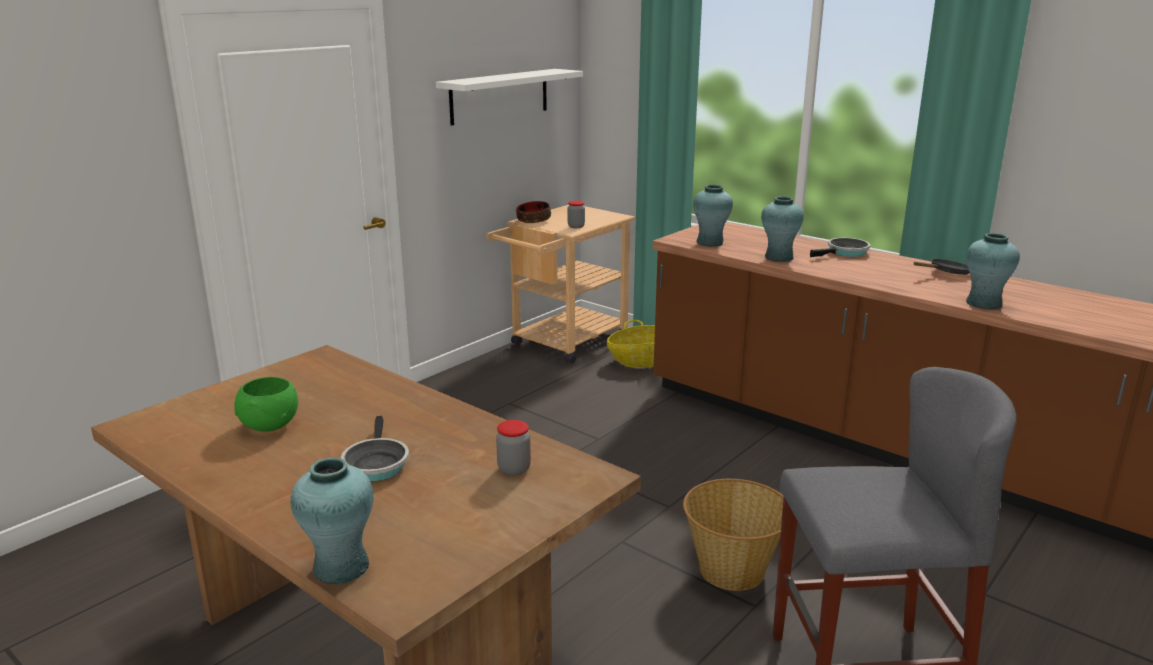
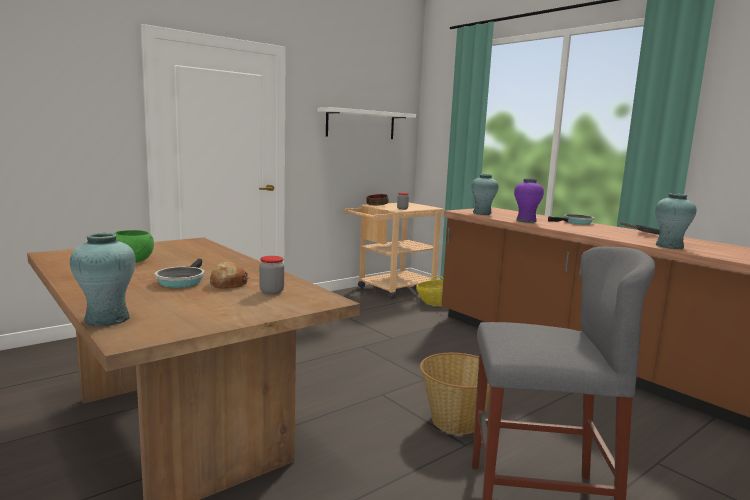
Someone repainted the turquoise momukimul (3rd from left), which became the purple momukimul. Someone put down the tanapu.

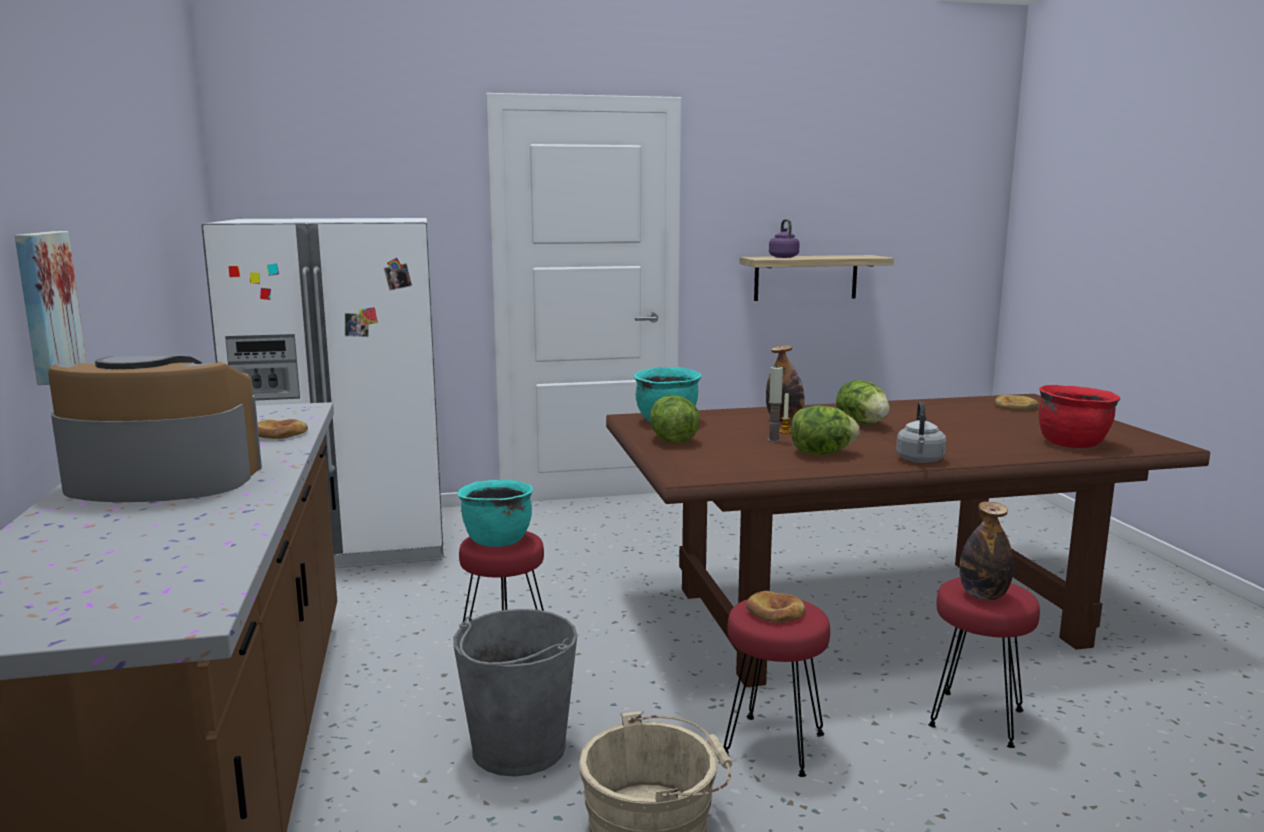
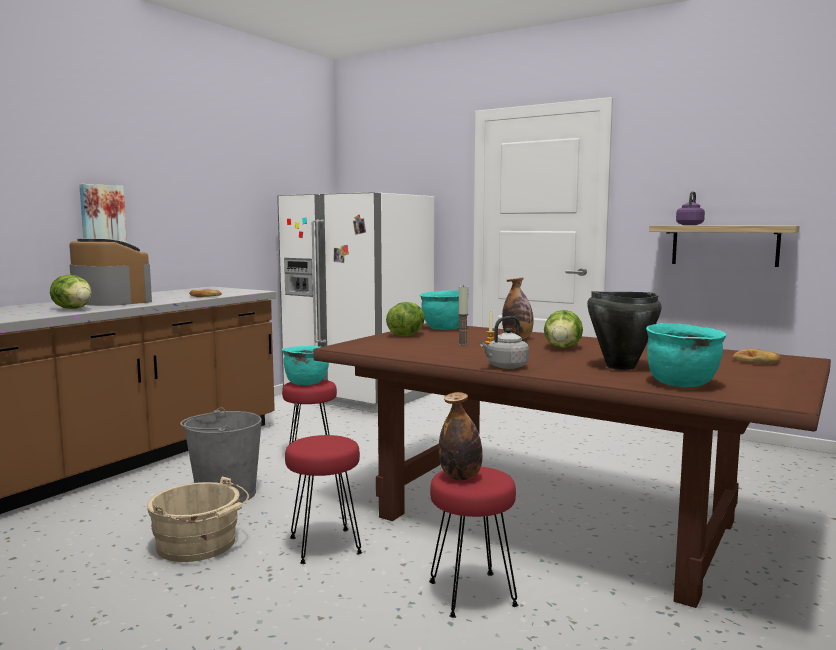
Someone repainted the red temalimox, which became the turquoise temalimox (3rd from left). Someone carried the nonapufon (2nd from left in the first image). Someone took away the tanapu (2nd from left). Someone put down the black temalimox.

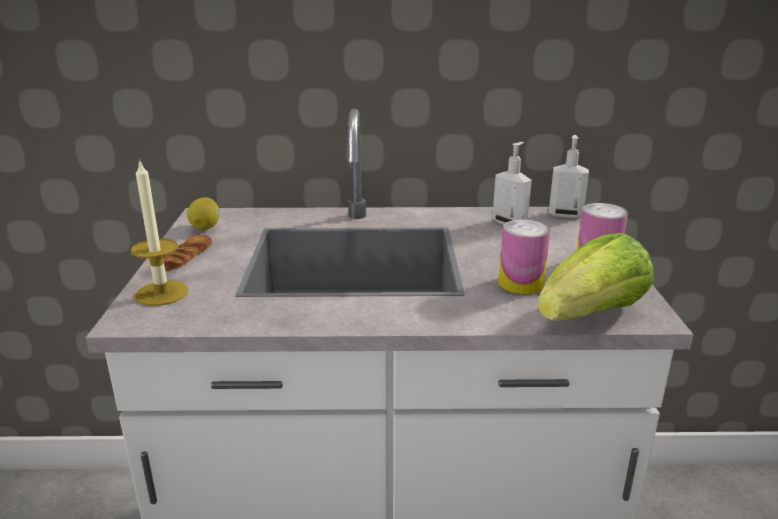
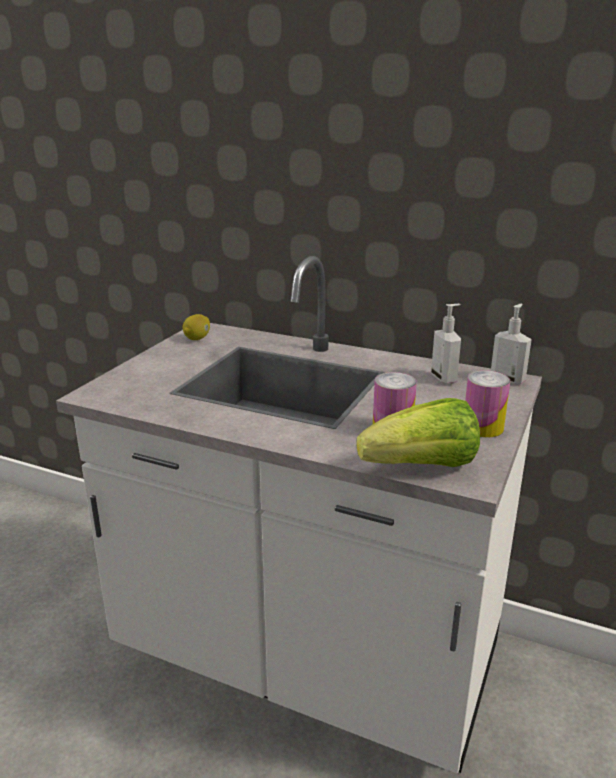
Someone took away the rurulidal. Someone took away the tanapu.

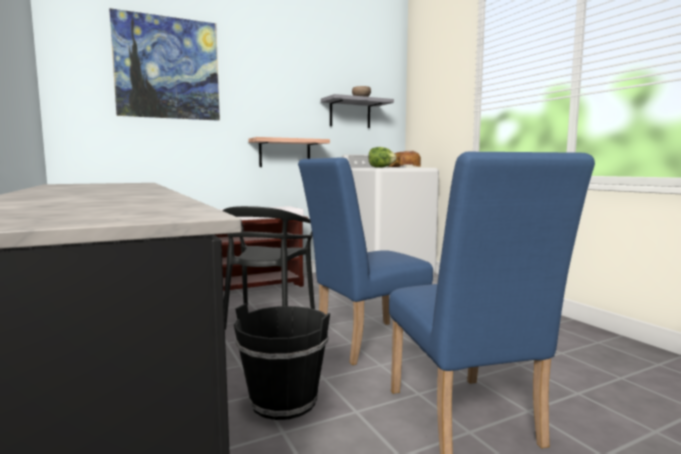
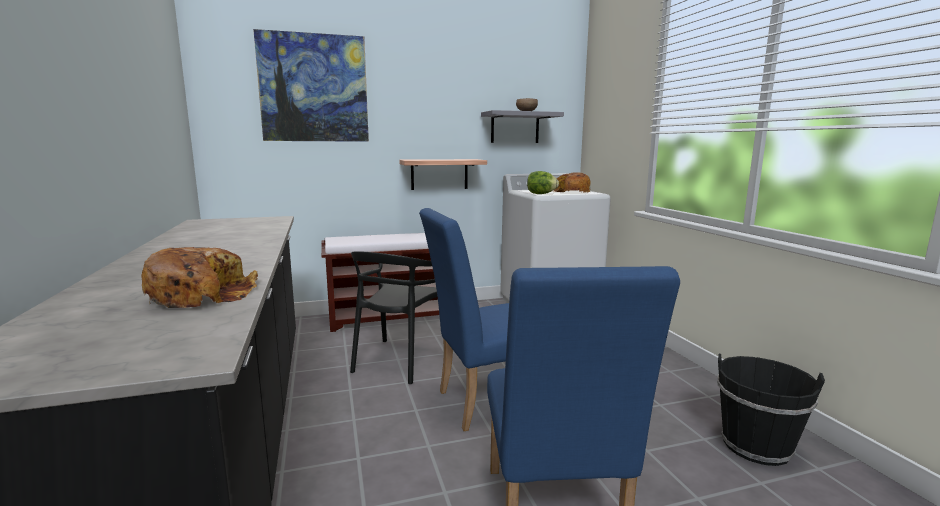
Someone carried the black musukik. Someone put down the tanapu (1st from left).

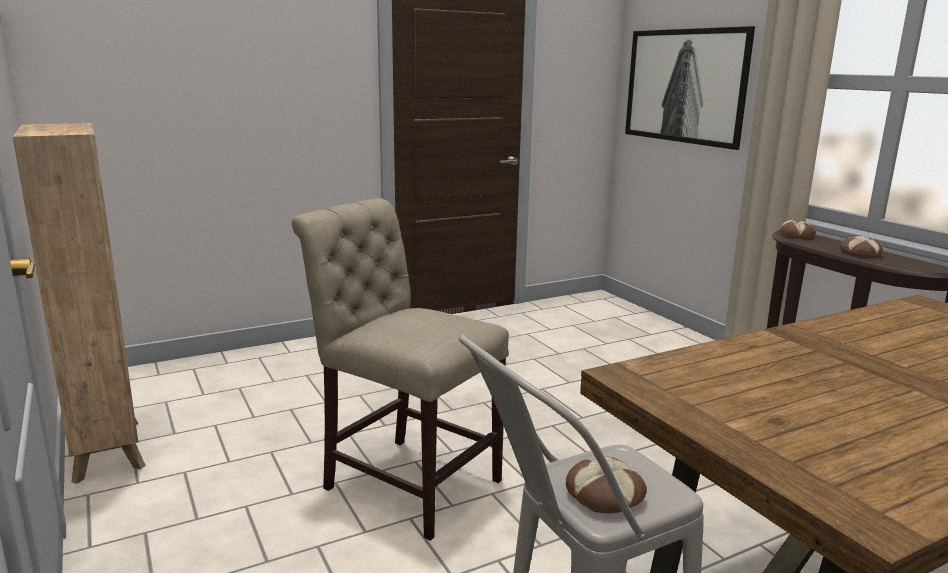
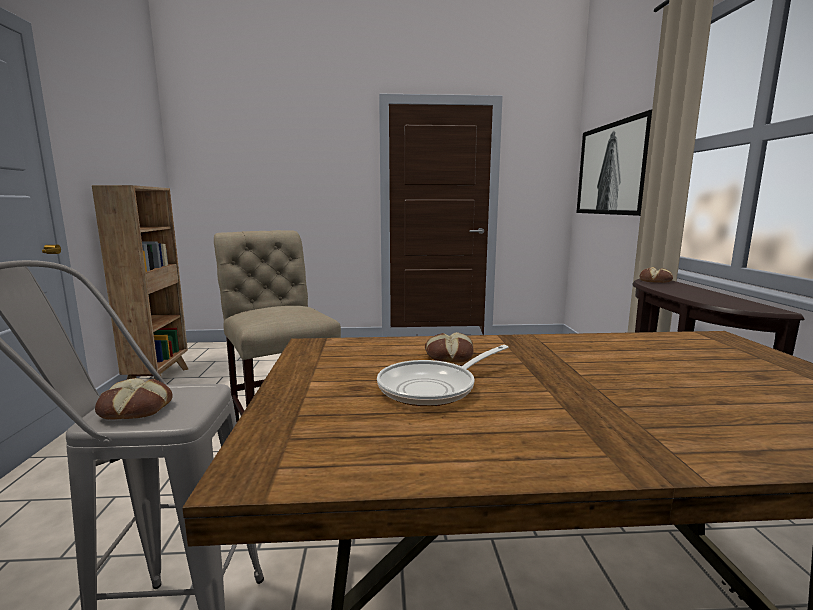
Someone carried the tanapu (3rd from left in the first image). Someone put down the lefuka.

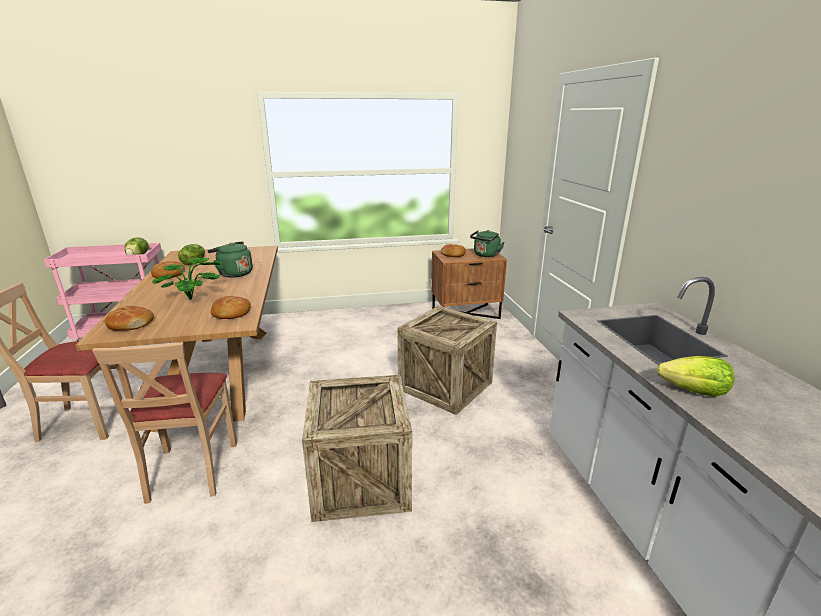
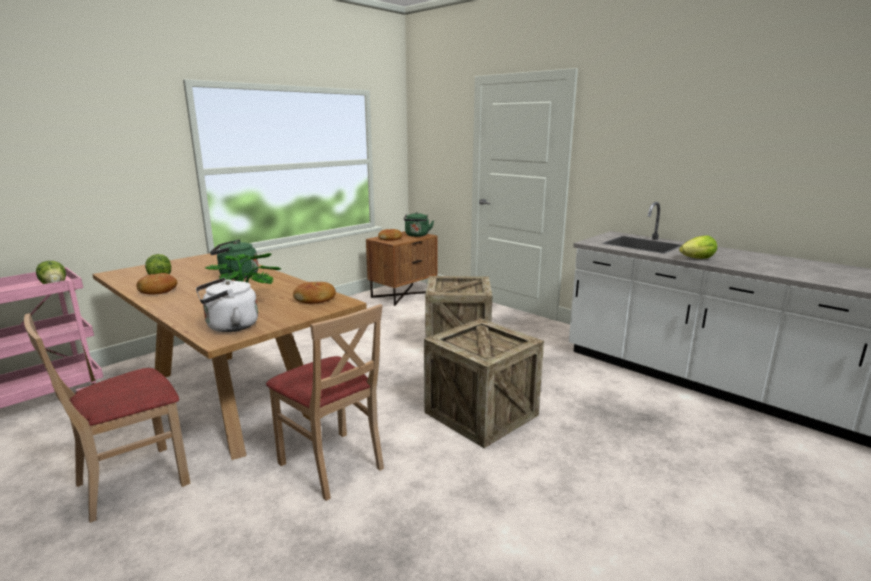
Someone swapped the tanapu (1st from left) for the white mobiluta.

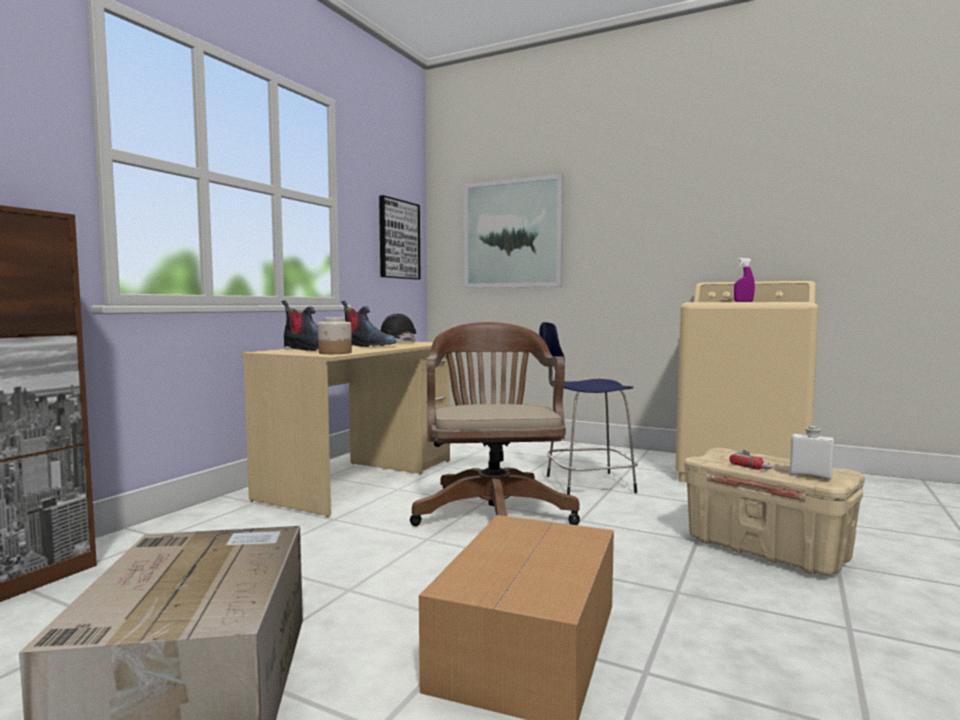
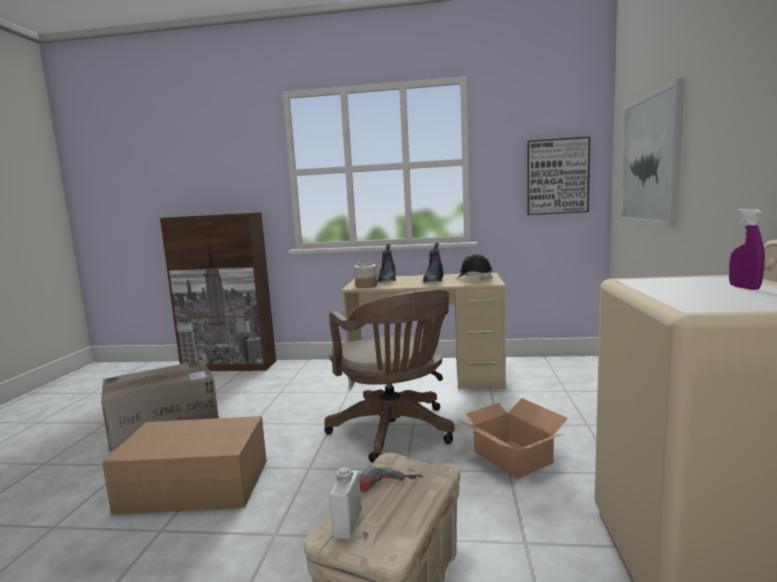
Someone rotated the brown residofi by 90 degrees clockwise. Someone swapped the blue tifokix for the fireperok (3rd from left).

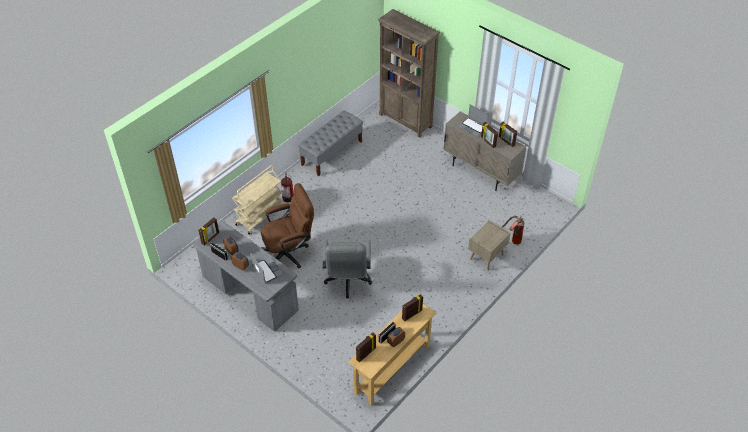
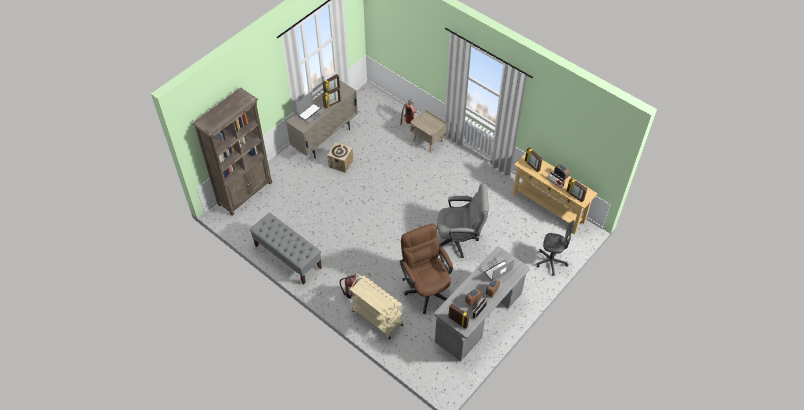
Someone put down the fireperok. Someone put down the grey residofi (2nd from left).

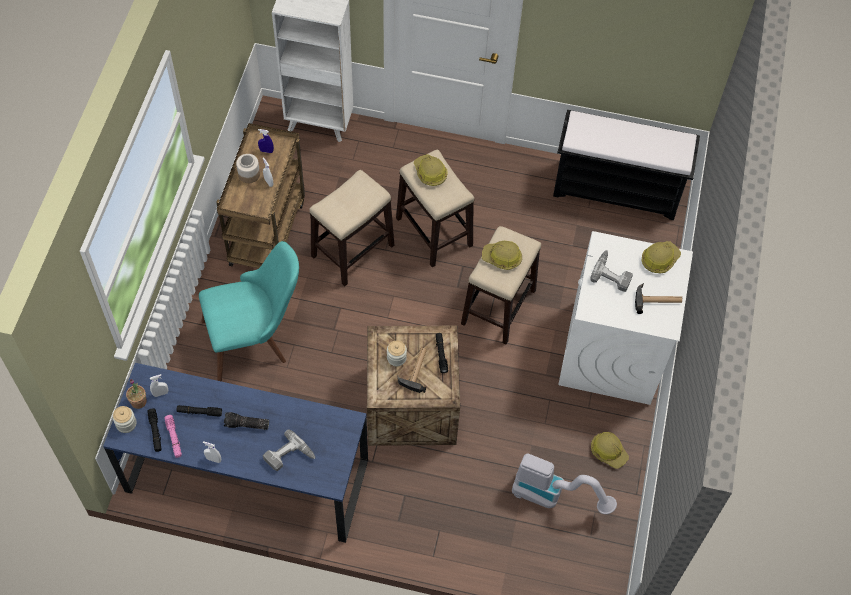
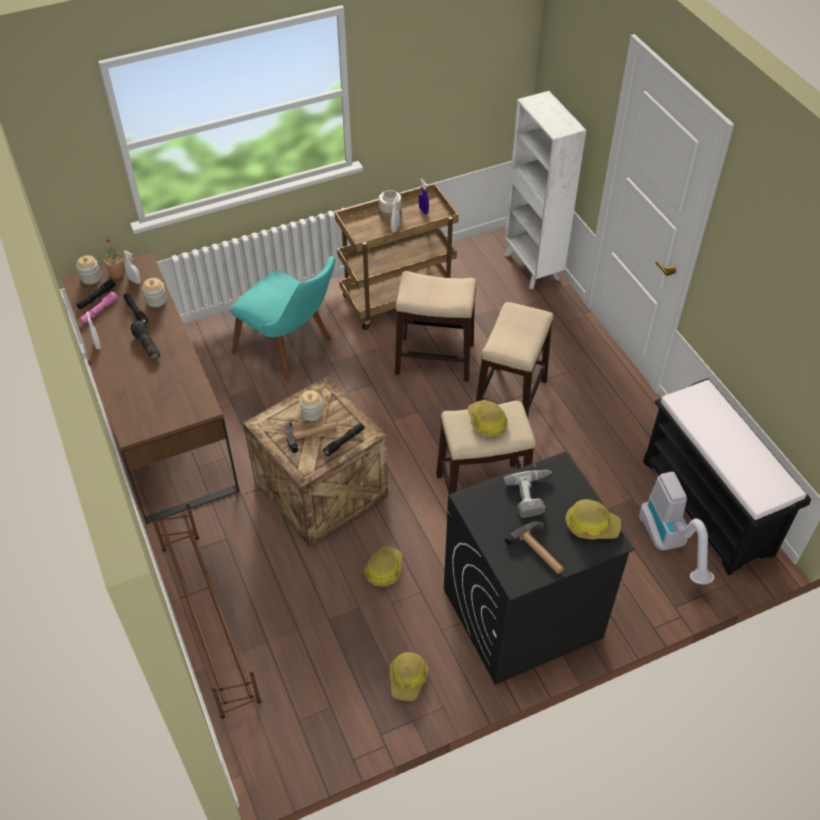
Someone carried the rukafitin (1st from left). Someone repainted the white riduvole, which became the black riduvole. Someone repainted the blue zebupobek, which became the brown zebupobek. Someone took away the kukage (1st from left). Someone carried the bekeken. Someone put down the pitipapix (2nd from left). Someone put down the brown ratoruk.

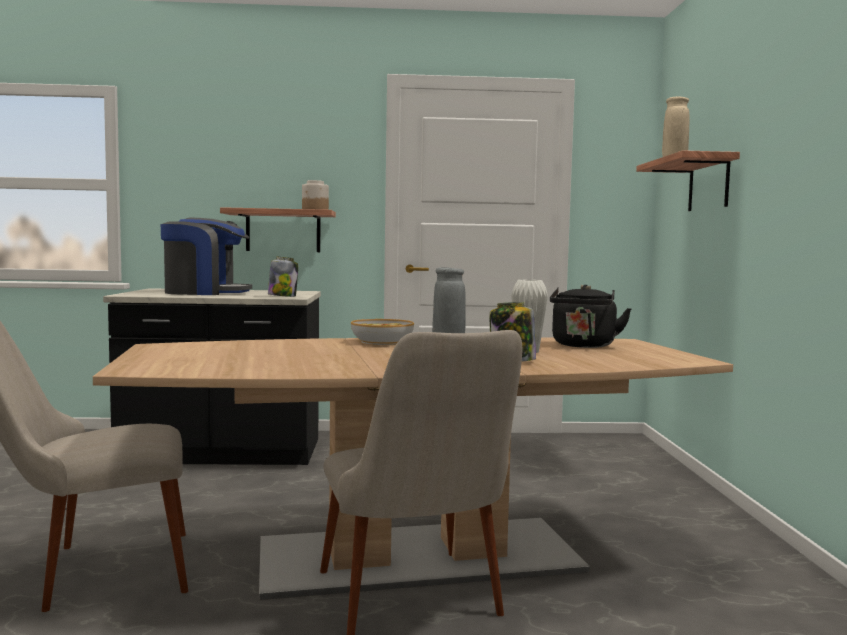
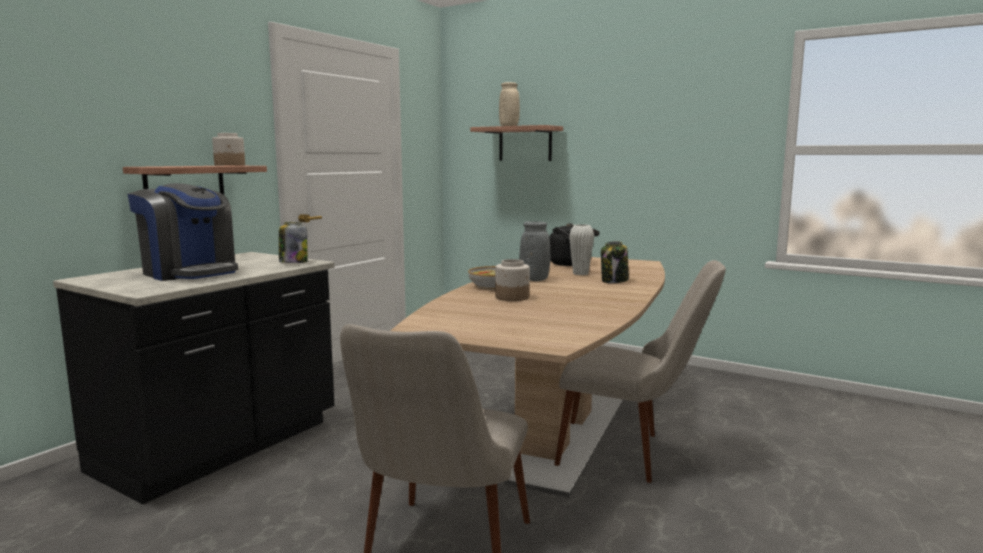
Someone rotated the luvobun by 90 degrees clockwise. Someone put down the pitipapix (3rd from left).

